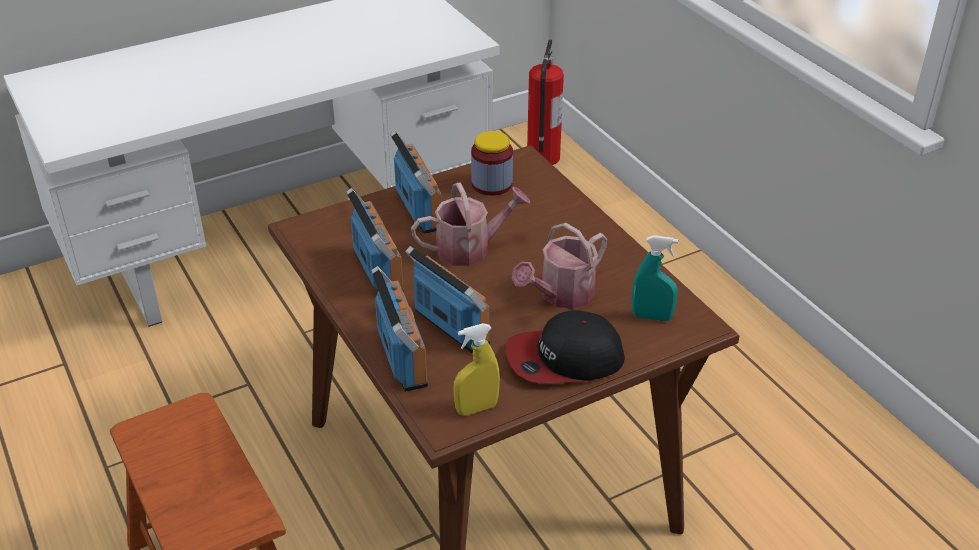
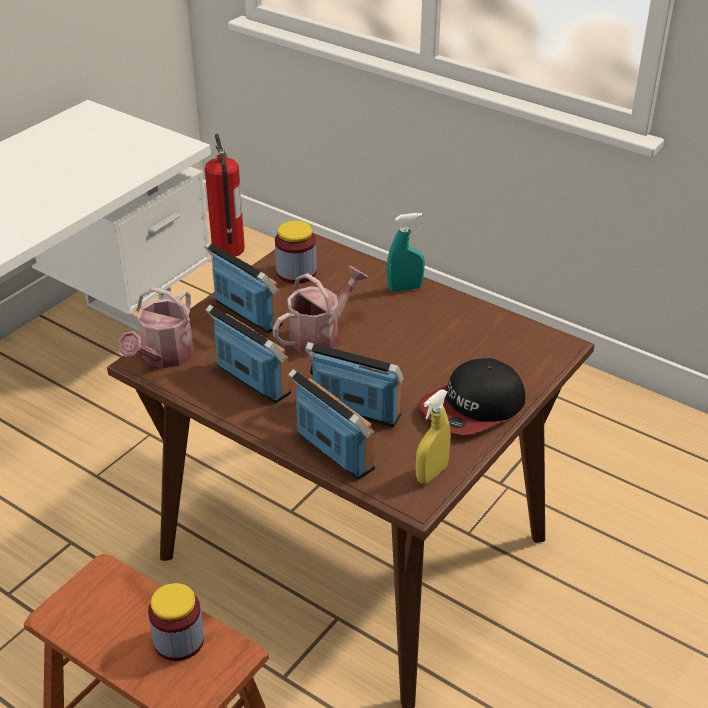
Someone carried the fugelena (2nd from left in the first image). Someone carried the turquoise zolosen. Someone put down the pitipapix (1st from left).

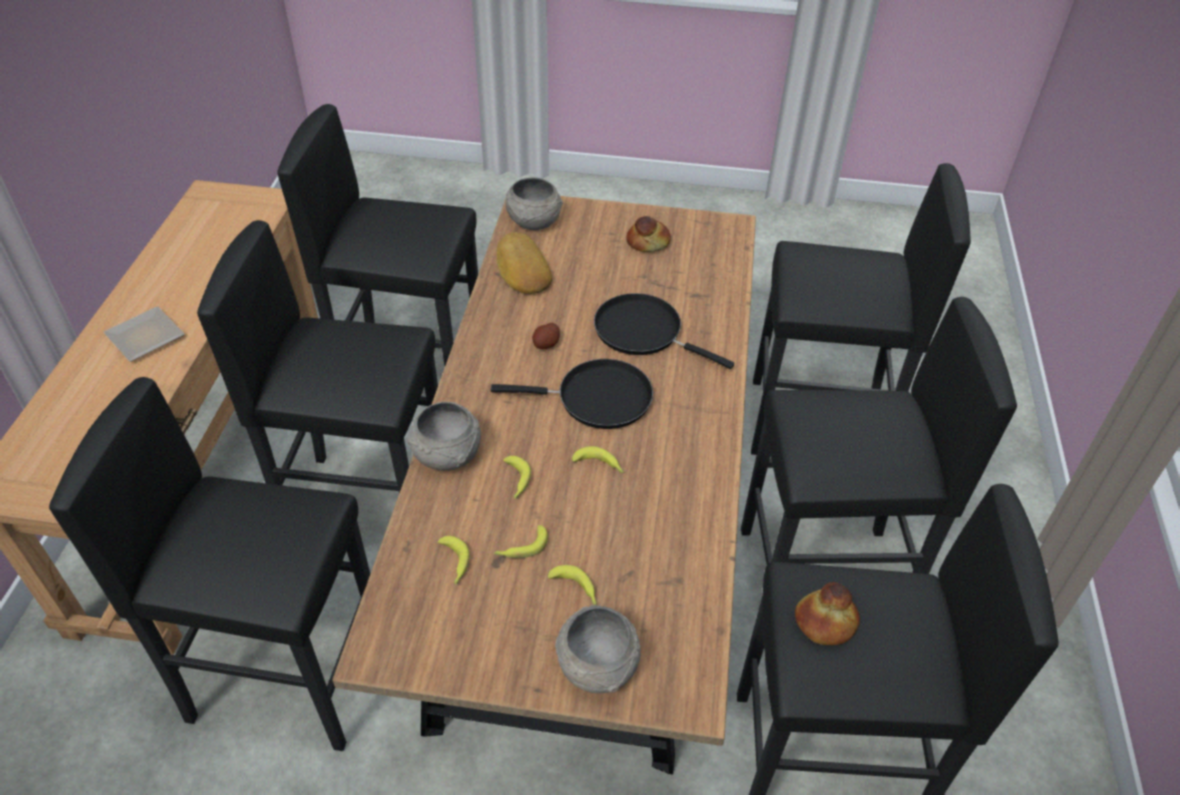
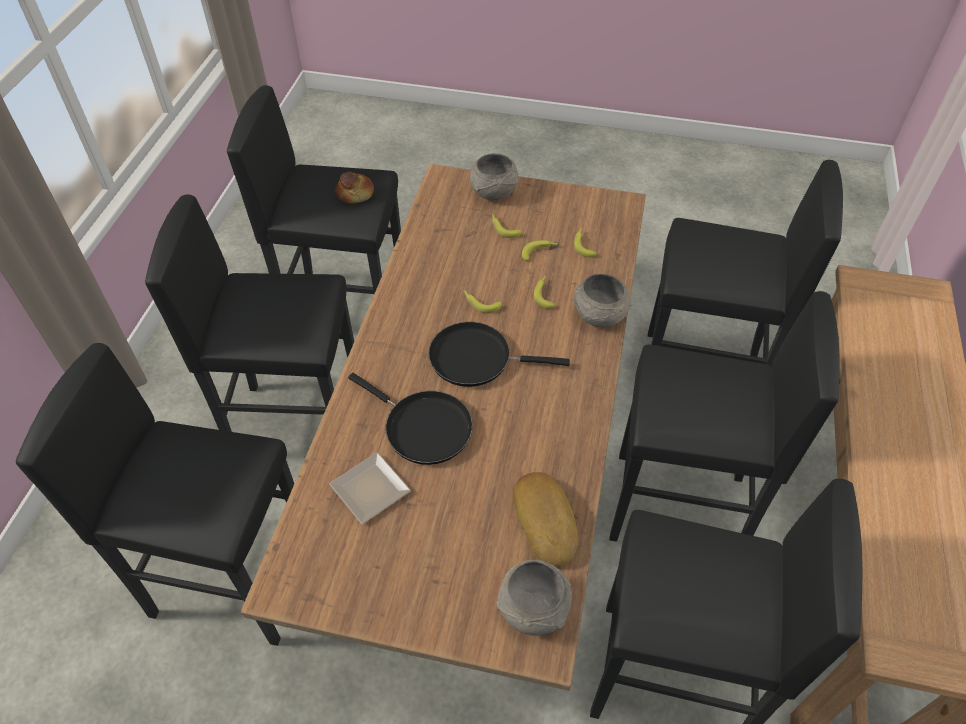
Someone took away the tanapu (2nd from left). Someone carried the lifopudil. Someone took away the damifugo.

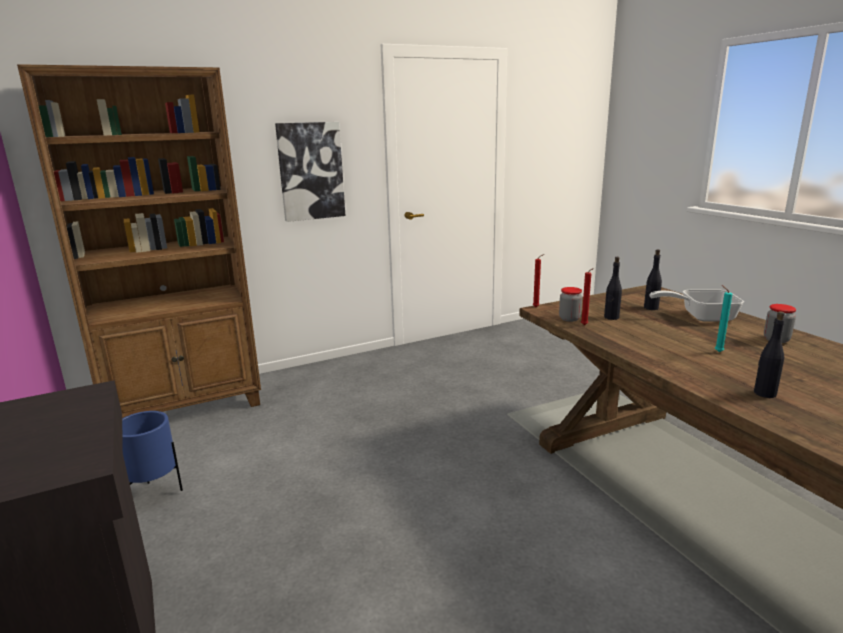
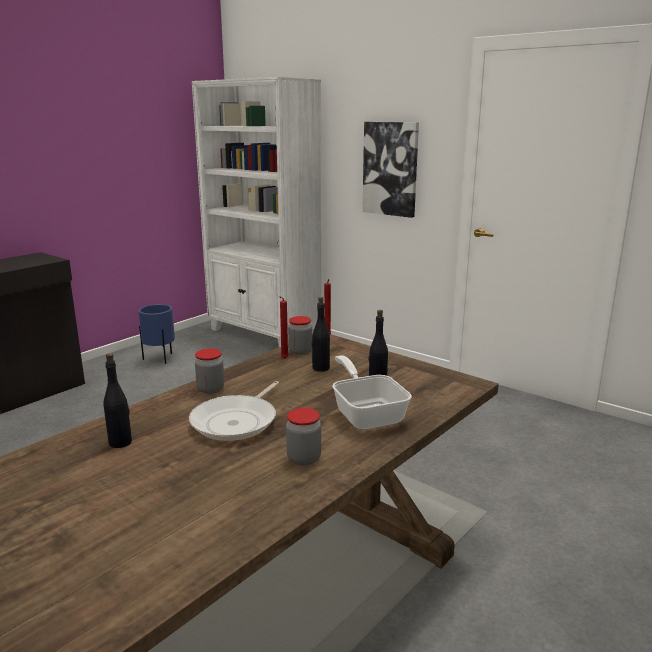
Someone repainted the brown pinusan, which became the white pinusan. Someone swapped the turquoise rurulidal for the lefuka (1st from left). Someone put down the pitipapix (1st from left).

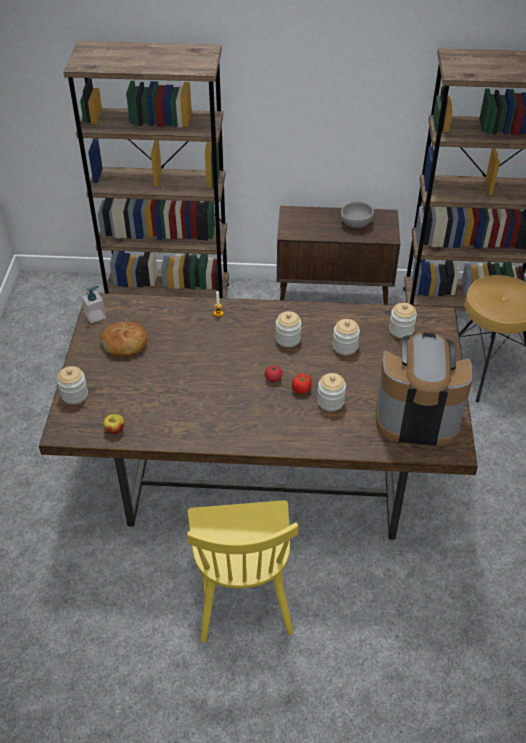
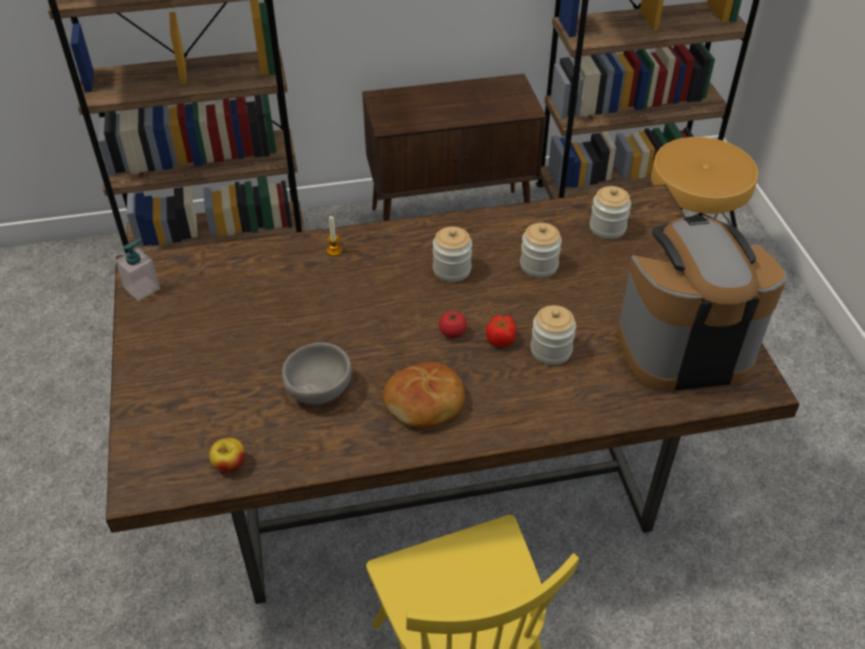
Someone carried the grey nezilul. Someone carried the tanapu. Someone took away the pitipapix (1st from left).

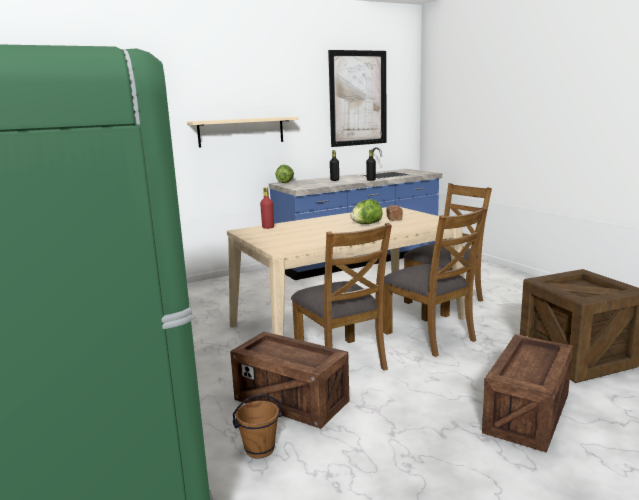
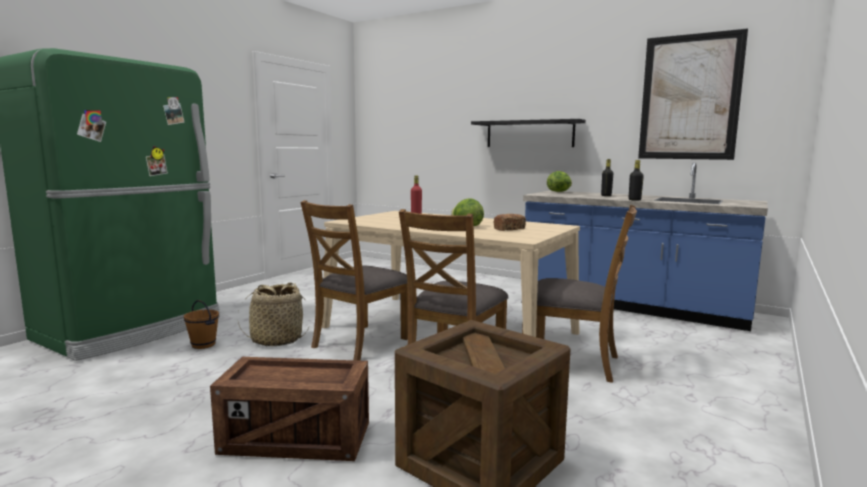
Someone repainted the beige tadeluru, which became the black tadeluru. Someone swapped the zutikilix (1st from left) for the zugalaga.

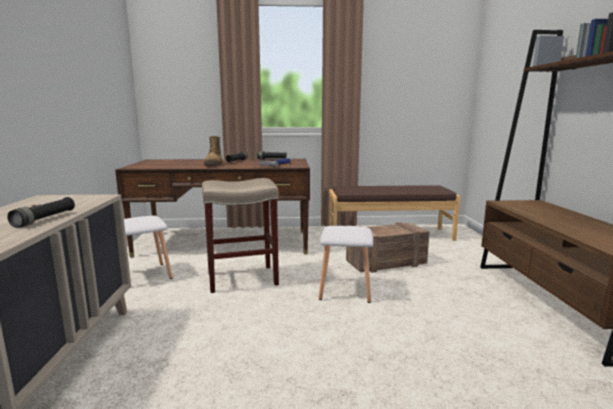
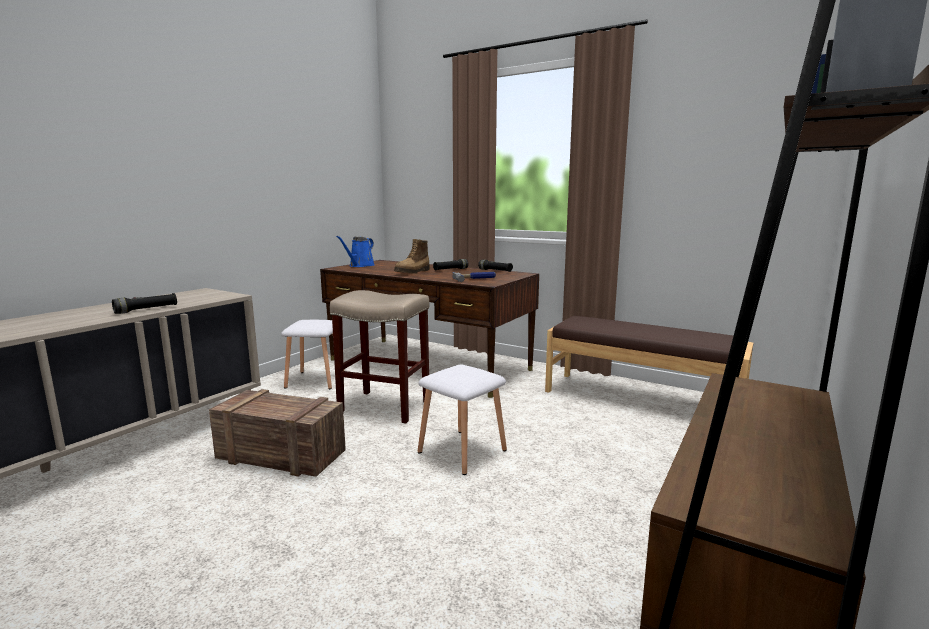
Someone carried the zutikilix. Someone put down the blue fugelena.

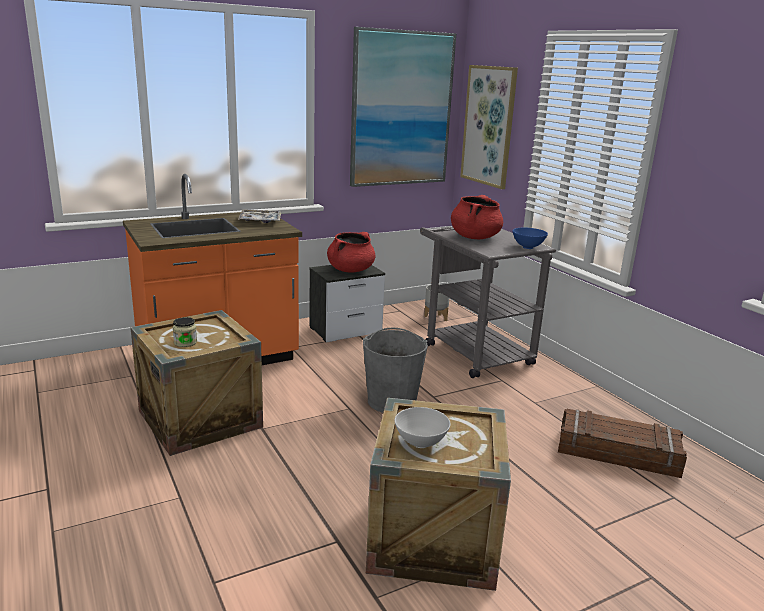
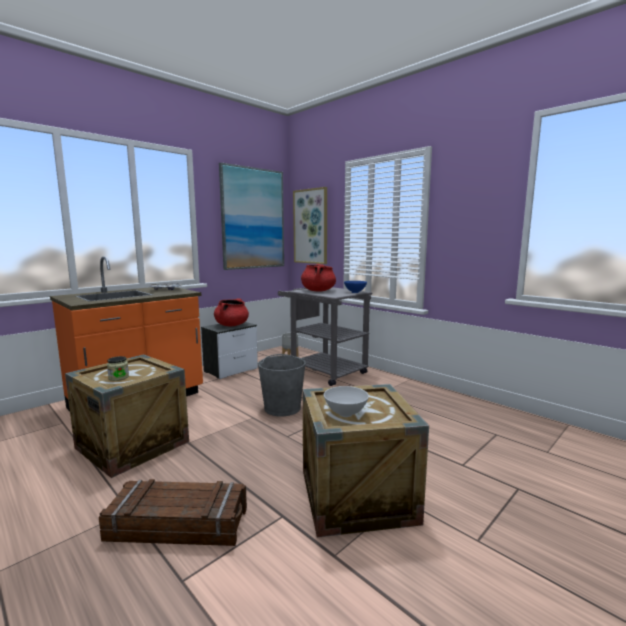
Someone carried the zutikilix (3rd from left in the first image).

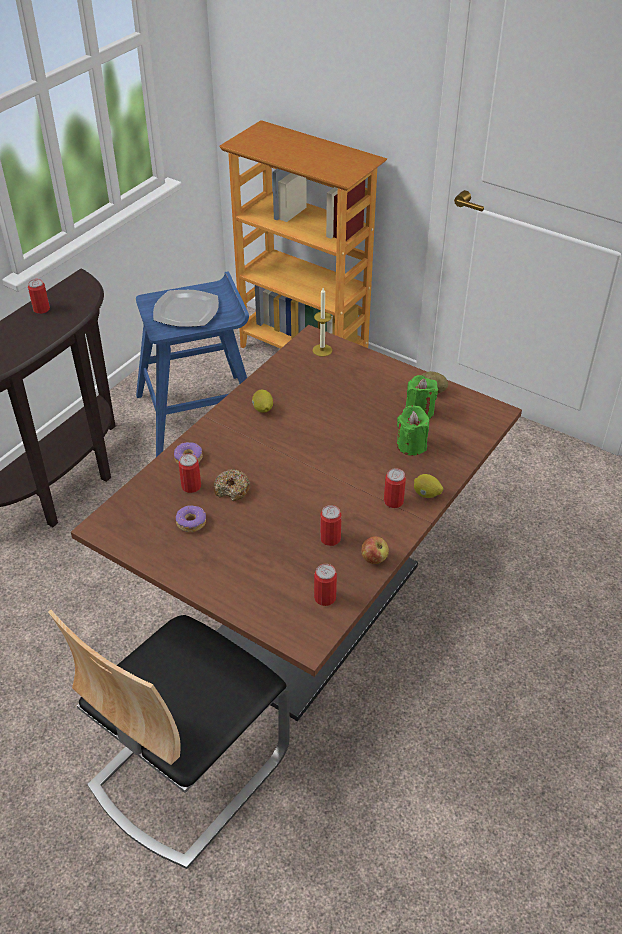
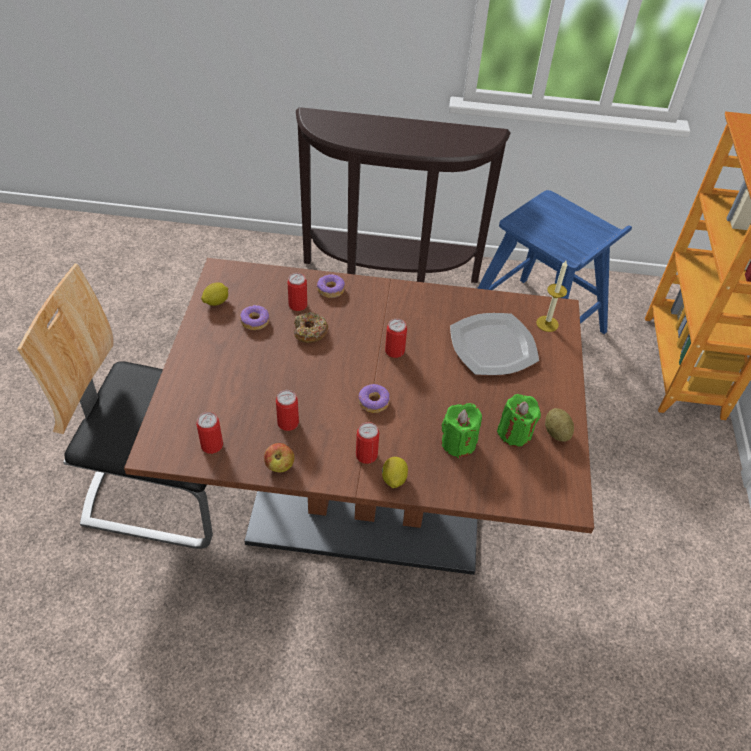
Someone carried the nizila (1st from left in the first image). Someone carried the lifopudil. Someone carried the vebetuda (1st from left). Someone put down the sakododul (4th from left).

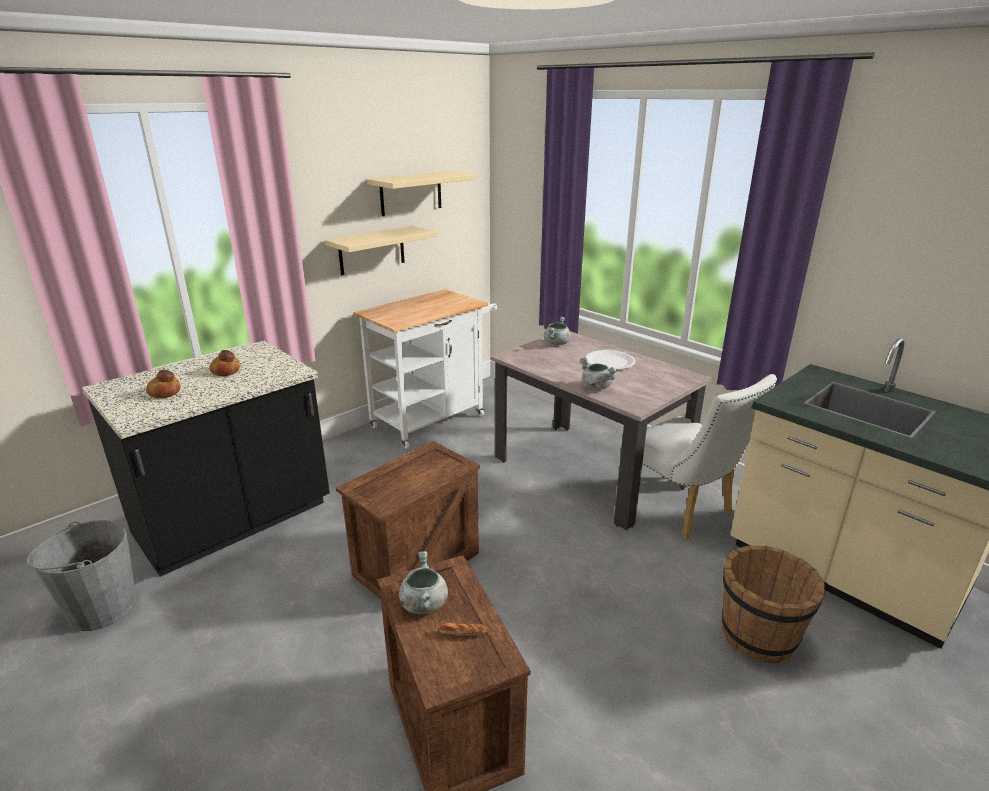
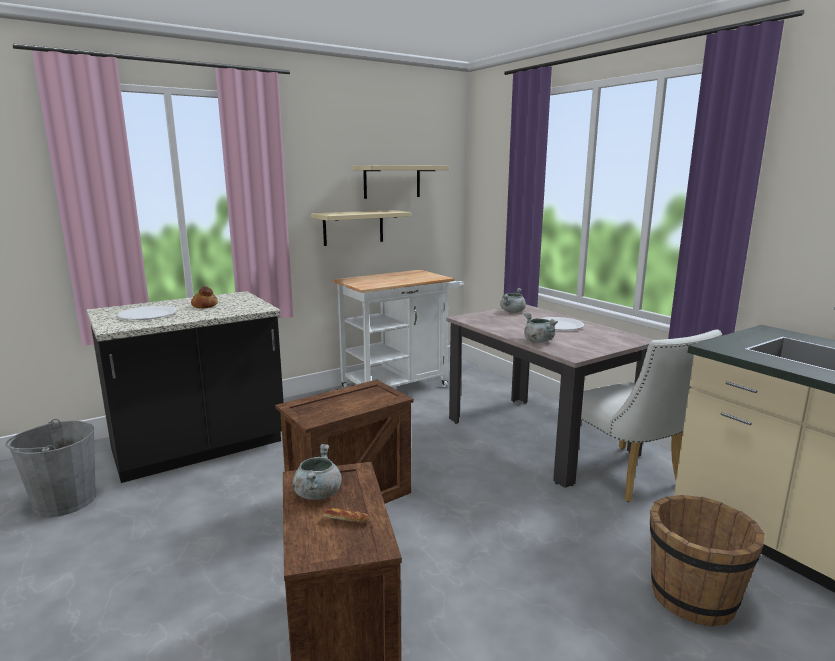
Someone swapped the tanapu (1st from left) for the white lifopudil (1st from left).

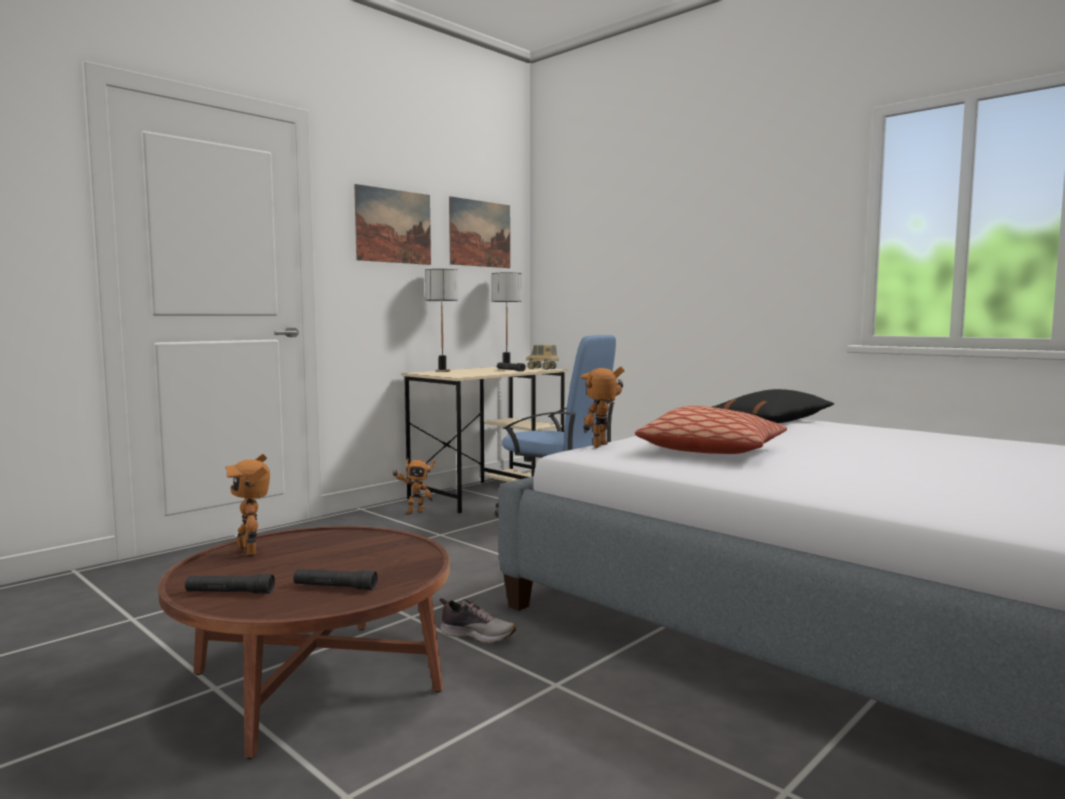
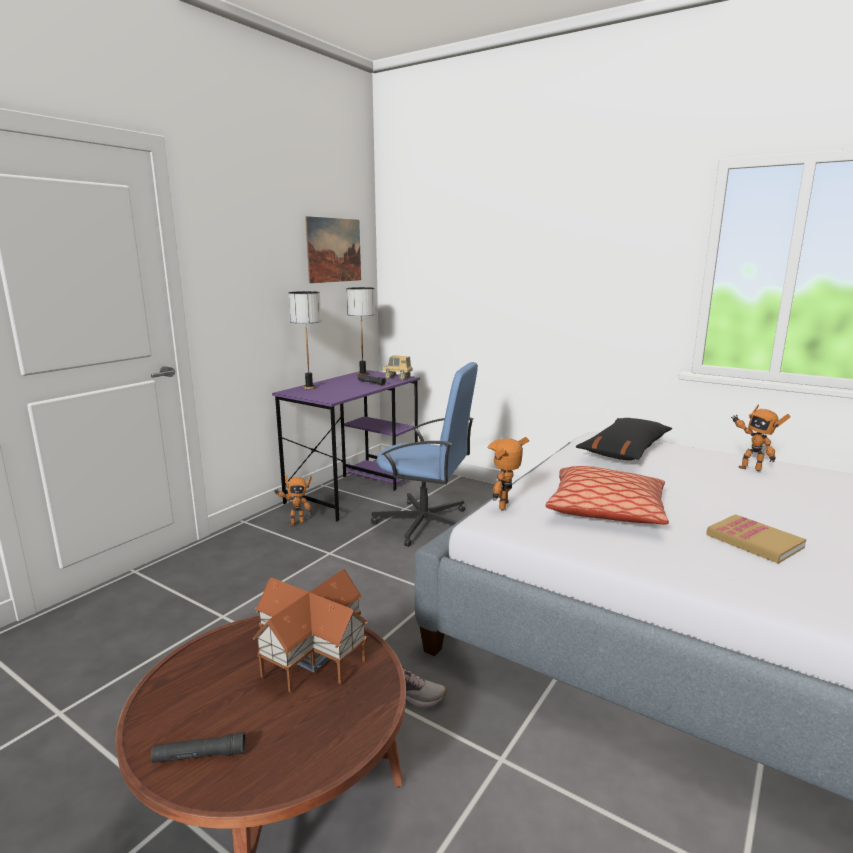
Someone took away the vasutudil (1st from left). Someone repainted the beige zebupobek, which became the purple zebupobek. Someone carried the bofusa (1st from left in the first image). Someone took away the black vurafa (2nd from left). Someone put down the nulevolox. Someone put down the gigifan.

